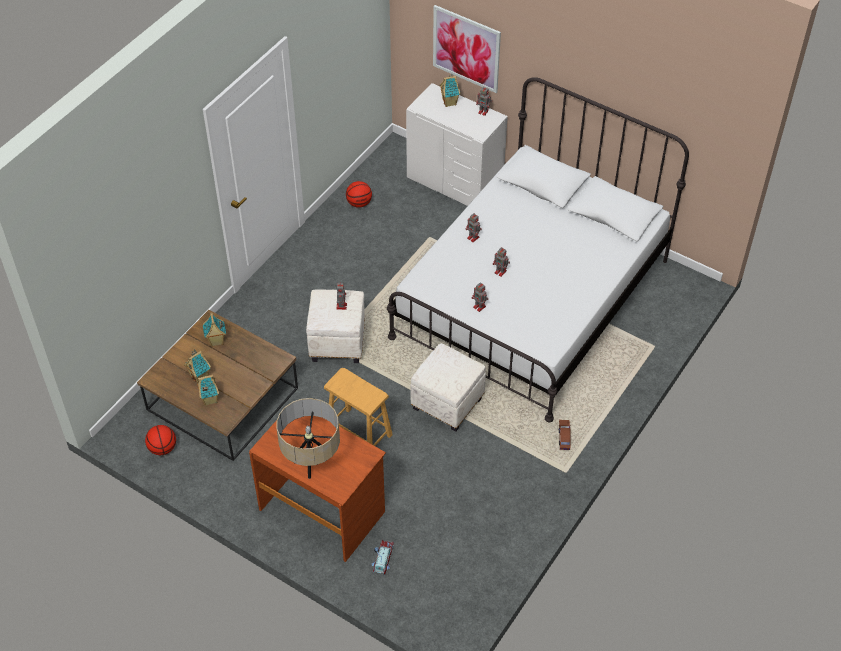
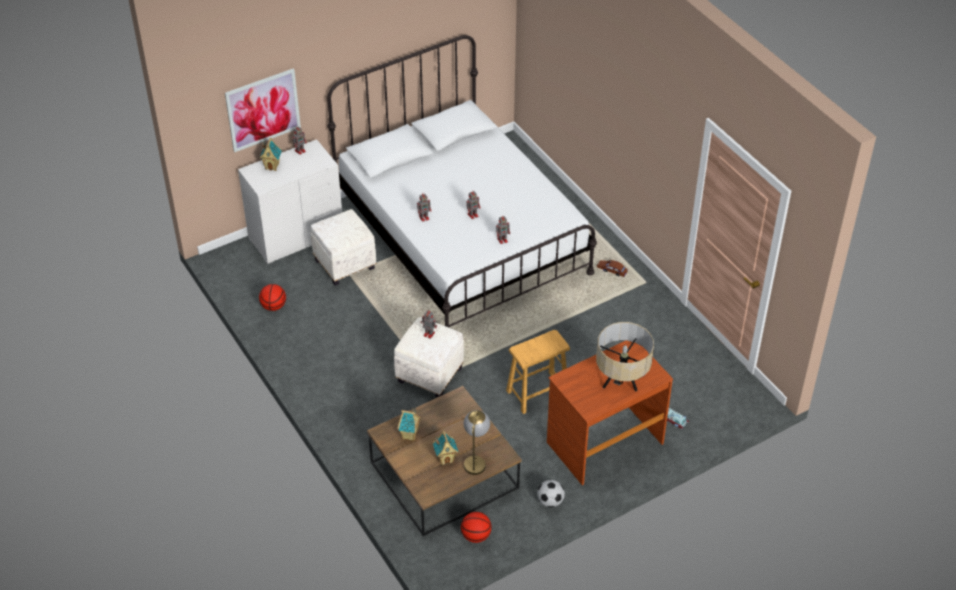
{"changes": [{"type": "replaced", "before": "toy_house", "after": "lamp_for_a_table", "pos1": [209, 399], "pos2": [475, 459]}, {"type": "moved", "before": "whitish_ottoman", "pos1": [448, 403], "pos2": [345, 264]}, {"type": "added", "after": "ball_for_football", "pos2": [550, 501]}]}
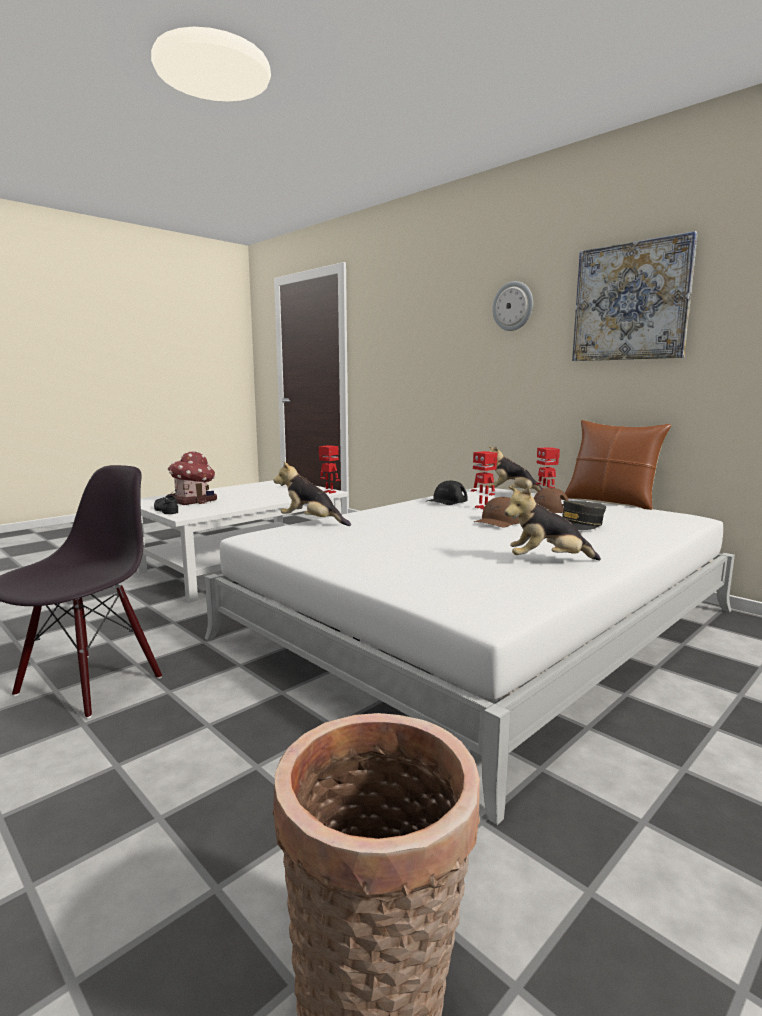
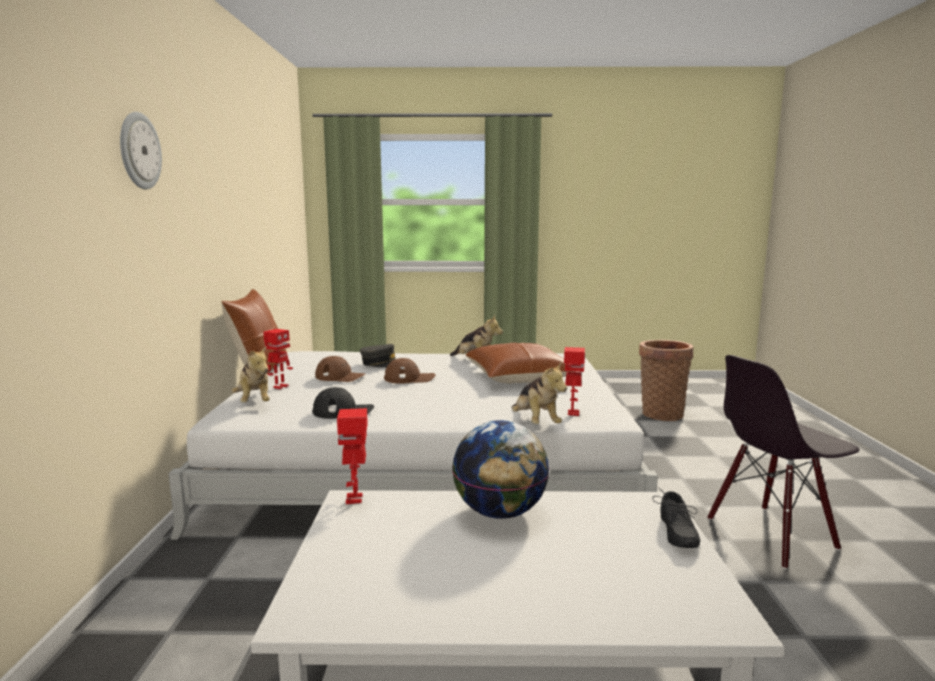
{"changes": [{"type": "removed", "before": "toy_house", "pos1": [193, 500]}, {"type": "moved", "before": "model_robot", "pos1": [483, 508], "pos2": [572, 413]}, {"type": "removed", "before": "picture", "pos1": [631, 302]}, {"type": "added", "after": "desk_globe", "pos2": [499, 513]}, {"type": "added", "after": "brownish_throw_pillow", "pos2": [517, 377]}]}
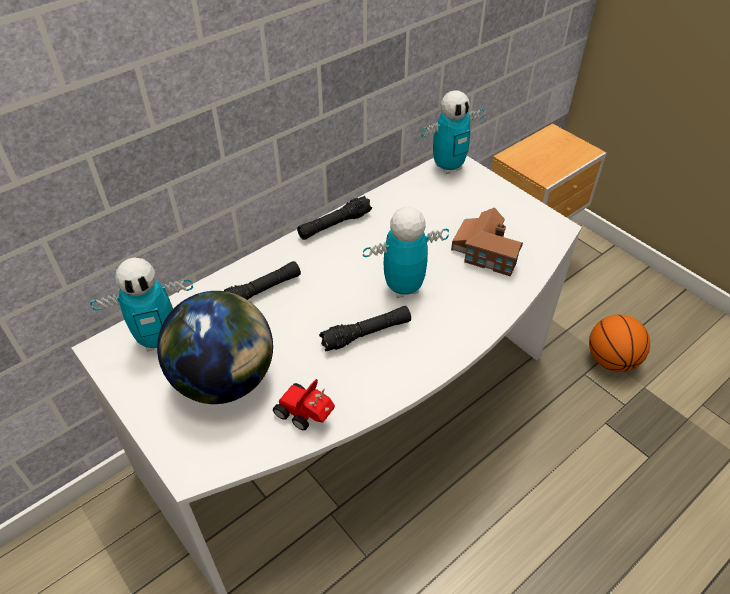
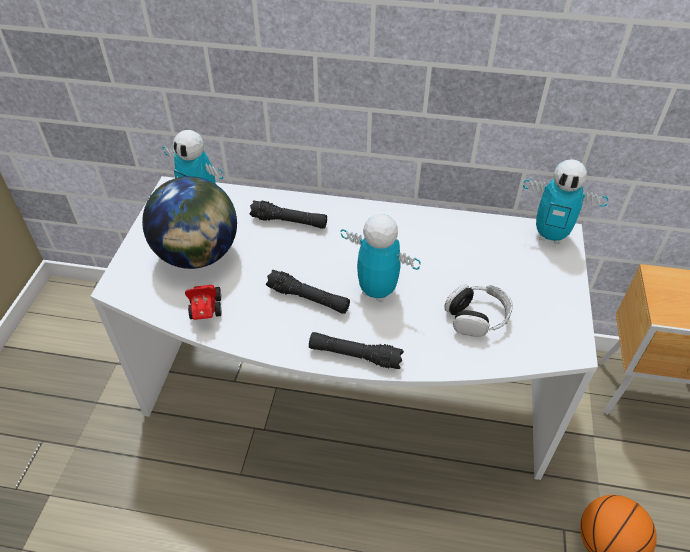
{"changes": [{"type": "moved", "before": "black-coloured_flashlight", "pos1": [334, 225], "pos2": [355, 355]}, {"type": "replaced", "before": "toy_house", "after": "headset", "pos1": [485, 252], "pos2": [477, 317]}]}
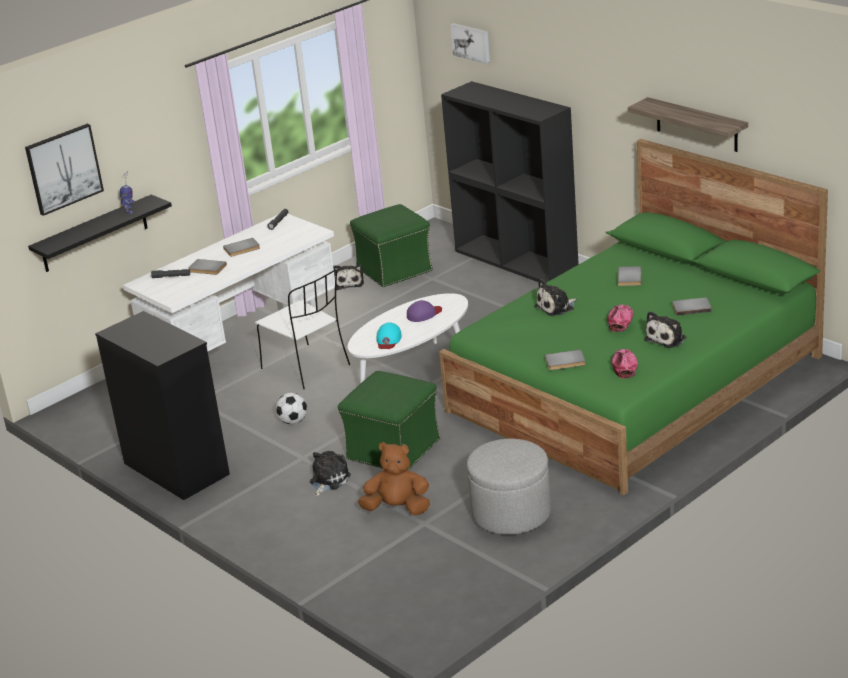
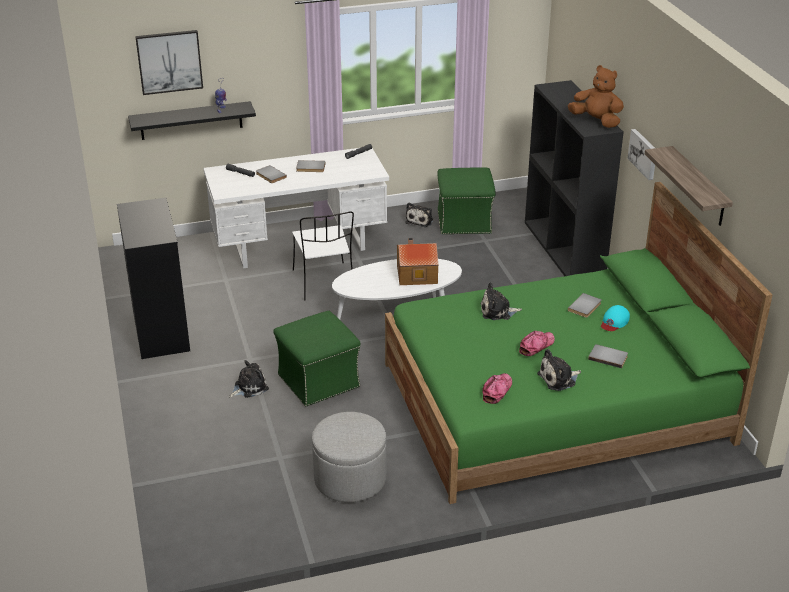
{"changes": [{"type": "removed", "before": "ball_for_football", "pos1": [293, 421]}, {"type": "moved", "before": "brownish_plush_toy", "pos1": [397, 508], "pos2": [596, 121]}, {"type": "moved", "before": "turquoise-coloured_baseball_cap", "pos1": [388, 340], "pos2": [614, 321]}, {"type": "replaced", "before": "purplish_baseball_cap", "after": "toy_house", "pos1": [424, 314], "pos2": [416, 273]}, {"type": "moved", "before": "picture", "pos1": [471, 42], "pos2": [644, 154]}, {"type": "removed", "before": "gray_book", "pos1": [565, 362]}]}
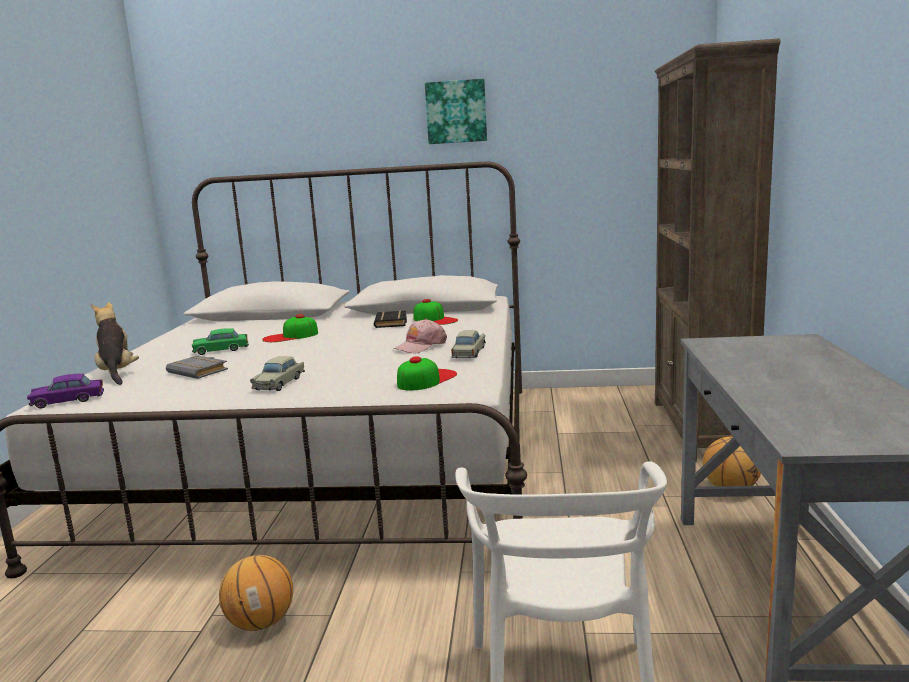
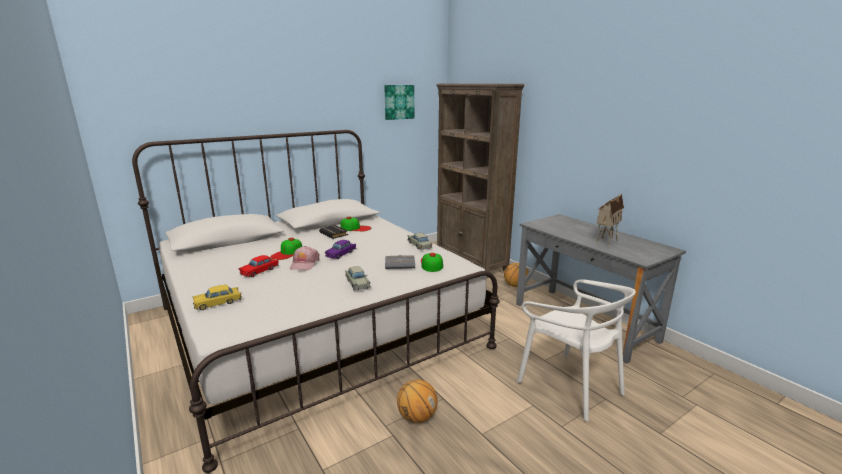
{"changes": [{"type": "moved", "before": "purplish_toy_car", "pos1": [68, 401], "pos2": [341, 254]}, {"type": "replaced", "before": "plush_toy", "after": "yellow_toy_car", "pos1": [117, 373], "pos2": [218, 303]}, {"type": "moved", "before": "gray_book", "pos1": [200, 371], "pos2": [400, 264]}, {"type": "recoloured", "before": "green-coloured_toy_car", "after": "red_toy_car", "pos1": [221, 350], "pos2": [260, 271]}, {"type": "moved", "before": "pinkish_baseball_cap", "pos1": [420, 346], "pos2": [304, 264]}, {"type": "moved", "before": "picture", "pos1": [456, 112], "pos2": [398, 102]}, {"type": "added", "after": "toy_house", "pos2": [605, 241]}]}
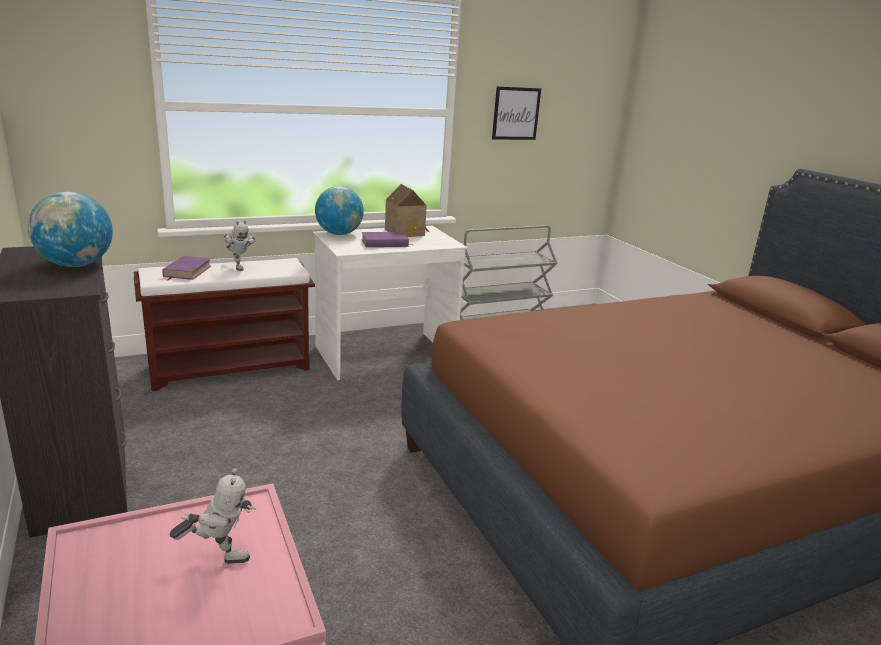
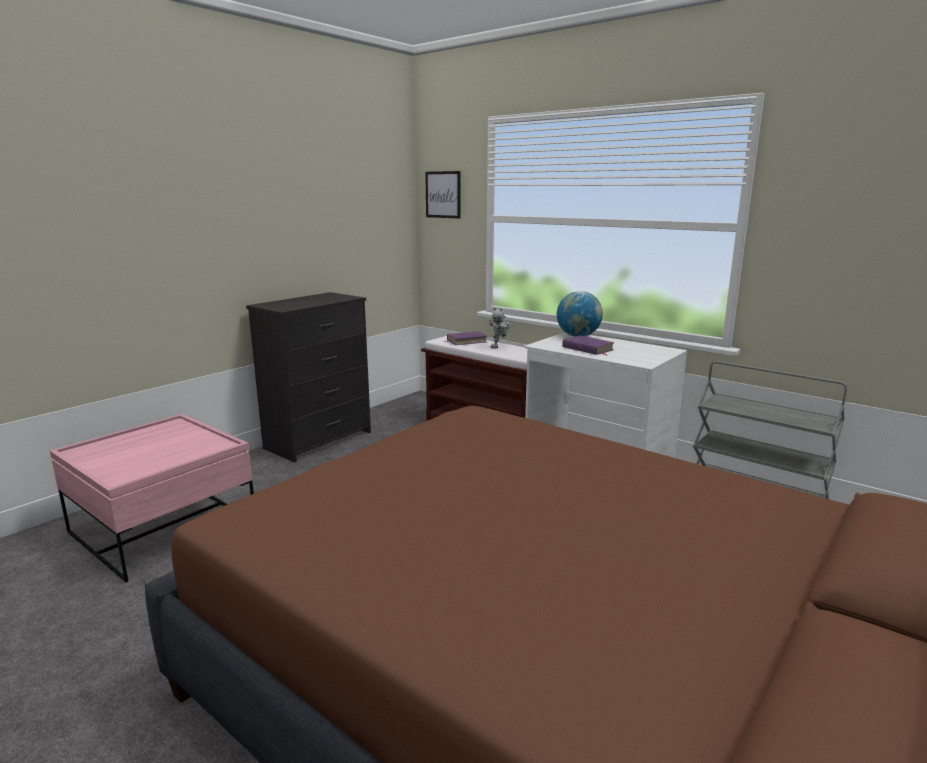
{"changes": [{"type": "removed", "before": "desk_globe", "pos1": [76, 265]}, {"type": "removed", "before": "model_robot", "pos1": [219, 556]}, {"type": "removed", "before": "toy_house", "pos1": [406, 232]}, {"type": "moved", "before": "picture", "pos1": [516, 113], "pos2": [443, 194]}]}
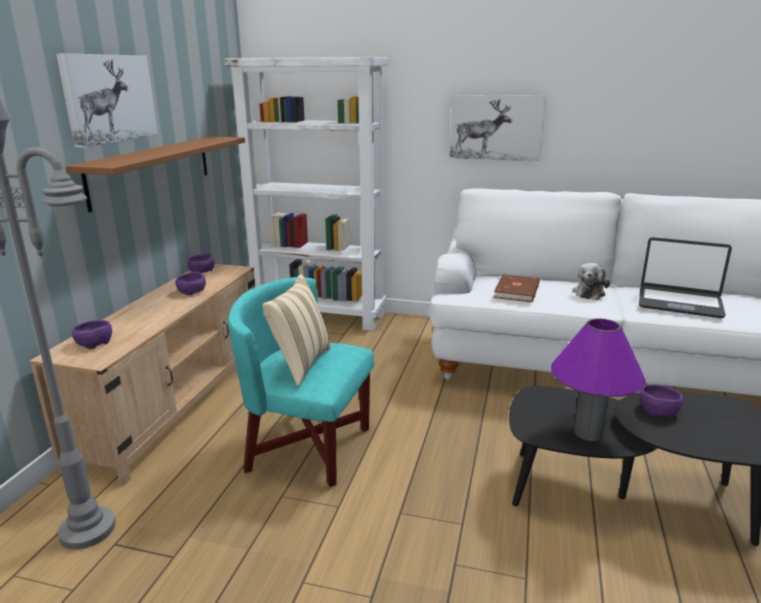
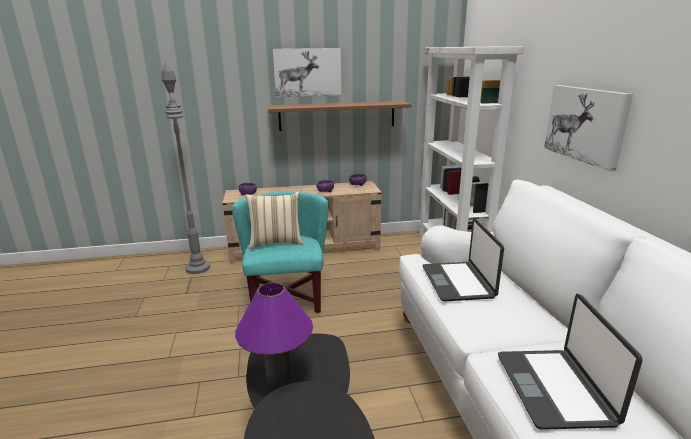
{"changes": [{"type": "replaced", "before": "brownish_book", "after": "portable_computer", "pos1": [518, 291], "pos2": [458, 282]}, {"type": "removed", "before": "plush_toy", "pos1": [589, 292]}, {"type": "removed", "before": "purplish_serving_bowl", "pos1": [657, 410]}]}
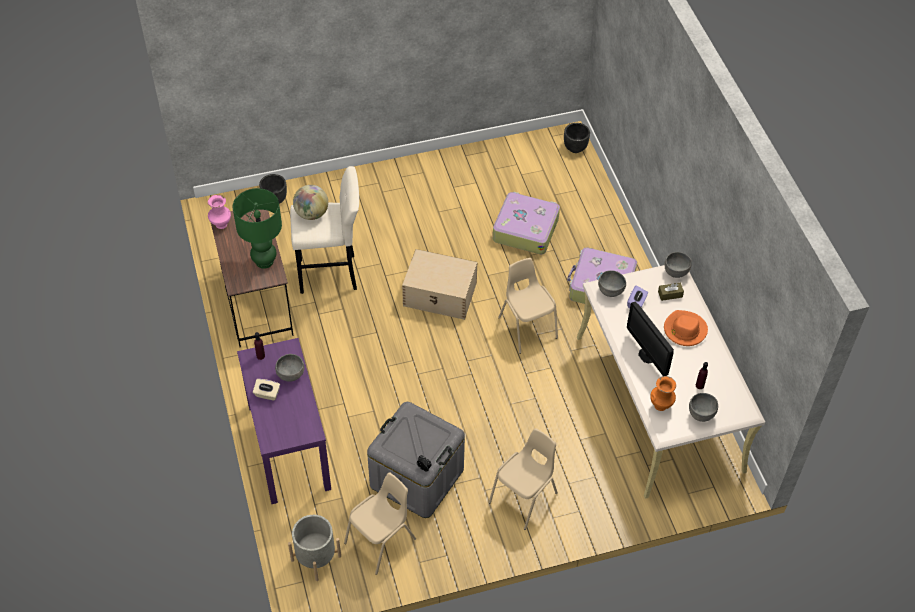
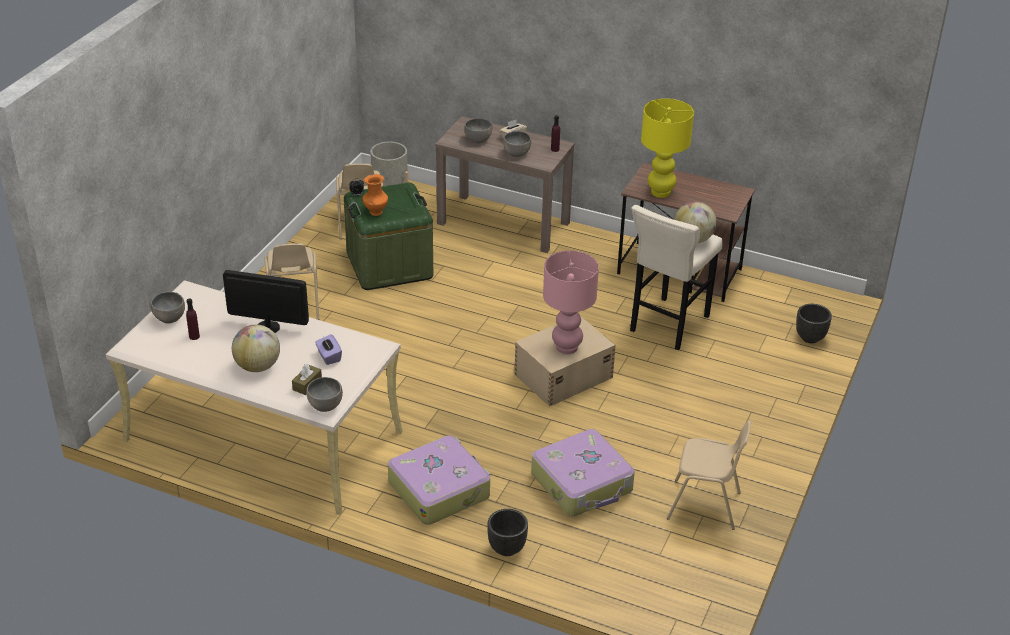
{"changes": [{"type": "removed", "before": "pinkish_decorative_vase", "pos1": [220, 225]}, {"type": "recoloured", "before": "green-coloured_lamp_for_a_table", "after": "yellow_lamp_for_a_table", "pos1": [265, 261], "pos2": [660, 192]}, {"type": "recoloured", "before": "purplish_narrow_table", "after": "brownish_narrow_table", "pos1": [288, 446], "pos2": [504, 223]}, {"type": "recoloured", "before": "gray_storage_box", "after": "green-coloured_storage_box", "pos1": [416, 477], "pos2": [389, 265]}, {"type": "moved", "before": "sand-coloured_plain_chair", "pos1": [527, 327], "pos2": [705, 506]}, {"type": "moved", "before": "black-coloured_plant_pot", "pos1": [575, 148], "pos2": [507, 548]}, {"type": "moved", "before": "gray_serving_bowl", "pos1": [610, 291], "pos2": [478, 140]}, {"type": "moved", "before": "orange_decorative_vase", "pos1": [661, 405], "pos2": [375, 212]}, {"type": "replaced", "before": "orange_wearable_hat", "after": "desk_globe", "pos1": [684, 330], "pos2": [257, 366]}, {"type": "added", "after": "pinkish_lamp_for_a_table", "pos2": [567, 347]}]}
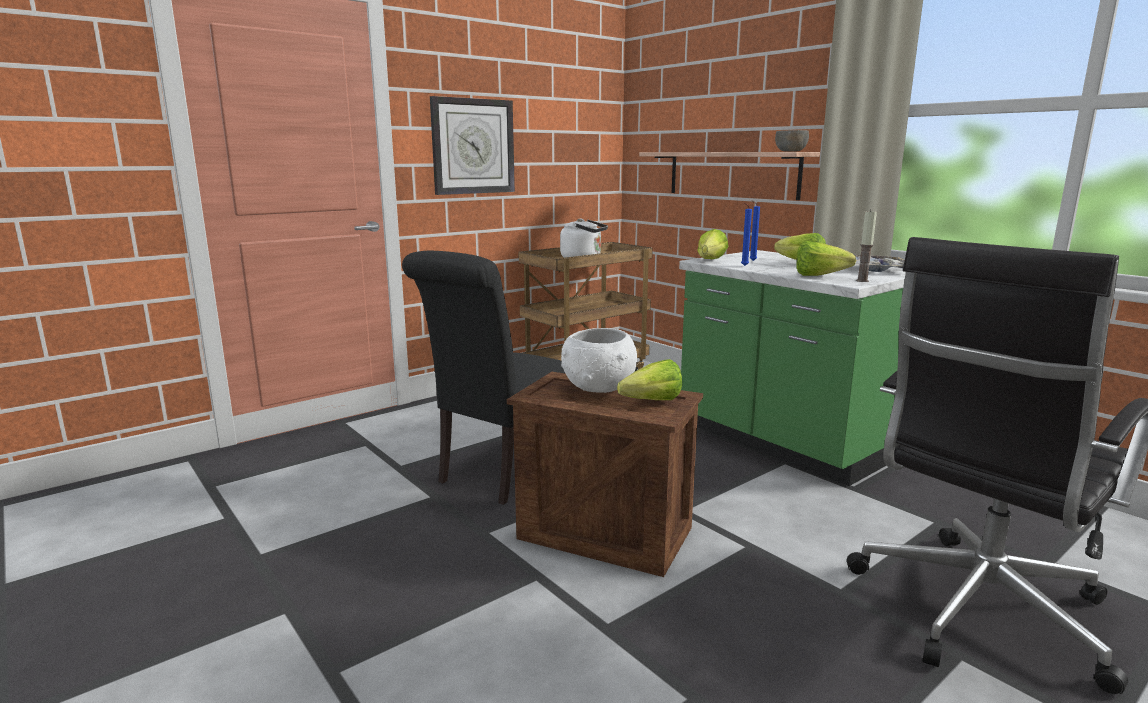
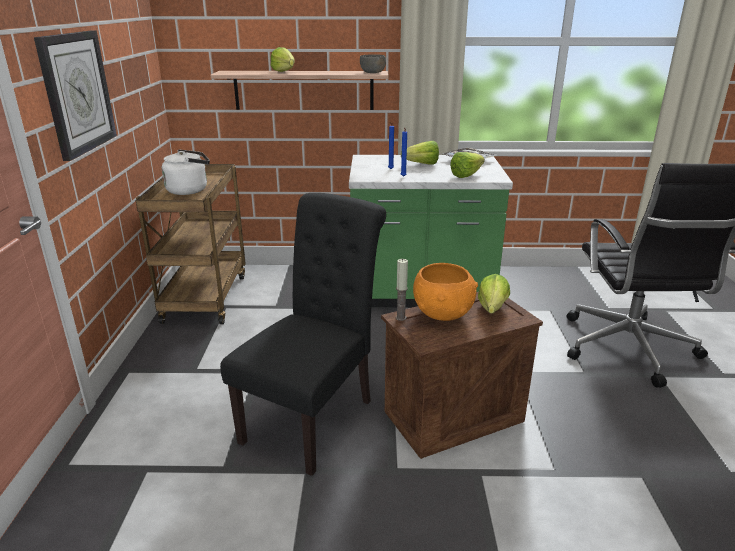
{"changes": [{"type": "turned", "before": "black-coloured_plain_chair", "pos1": [504, 472], "pos2": [314, 416], "turn": -135}, {"type": "recoloured", "before": "whitish_serving_bowl", "after": "orange_serving_bowl", "pos1": [599, 388], "pos2": [444, 314]}, {"type": "moved", "before": "lettuce_head", "pos1": [708, 261], "pos2": [285, 73]}, {"type": "moved", "before": "wax_candle", "pos1": [862, 281], "pos2": [401, 318]}]}
